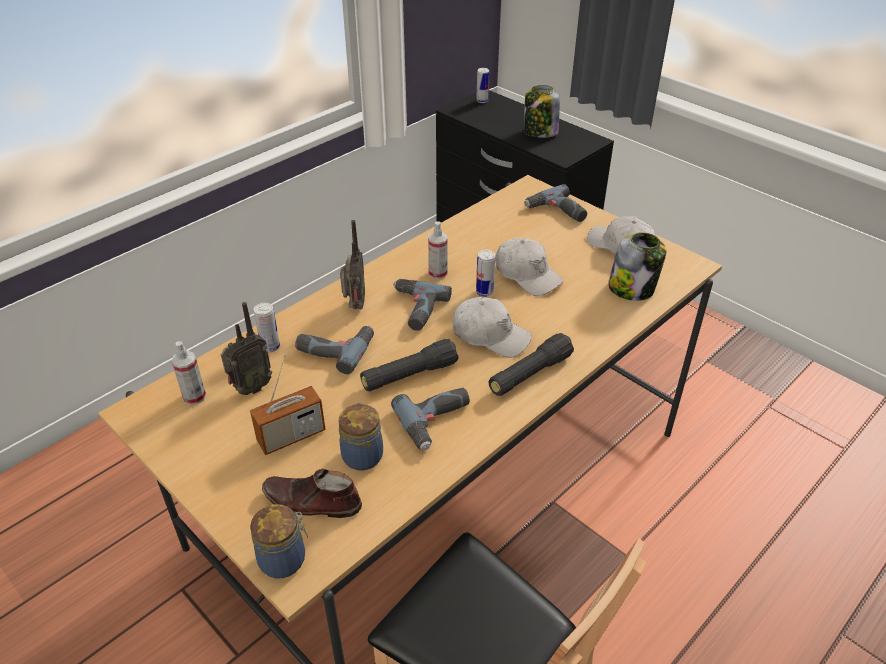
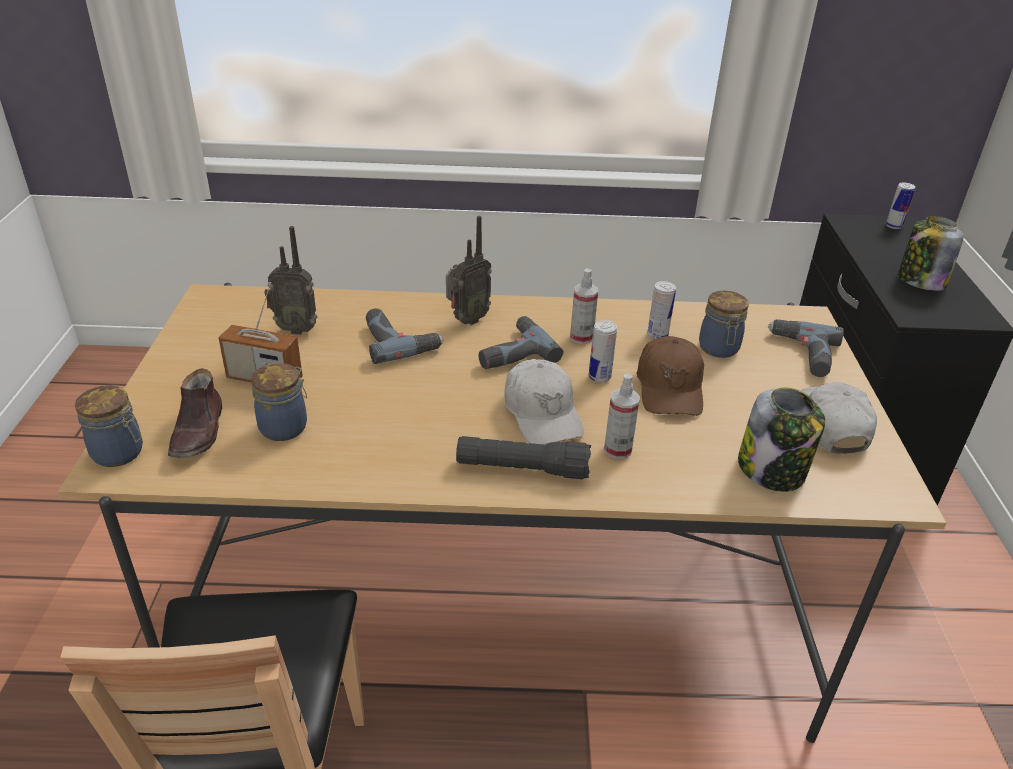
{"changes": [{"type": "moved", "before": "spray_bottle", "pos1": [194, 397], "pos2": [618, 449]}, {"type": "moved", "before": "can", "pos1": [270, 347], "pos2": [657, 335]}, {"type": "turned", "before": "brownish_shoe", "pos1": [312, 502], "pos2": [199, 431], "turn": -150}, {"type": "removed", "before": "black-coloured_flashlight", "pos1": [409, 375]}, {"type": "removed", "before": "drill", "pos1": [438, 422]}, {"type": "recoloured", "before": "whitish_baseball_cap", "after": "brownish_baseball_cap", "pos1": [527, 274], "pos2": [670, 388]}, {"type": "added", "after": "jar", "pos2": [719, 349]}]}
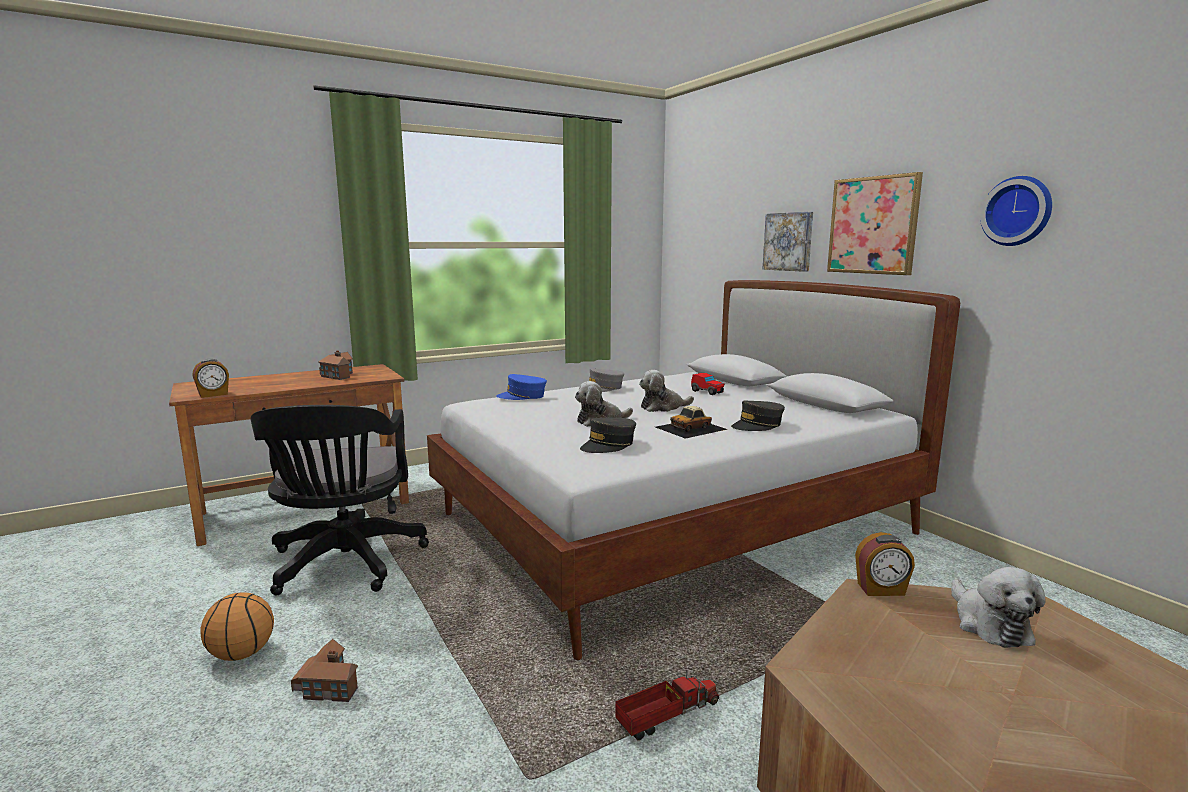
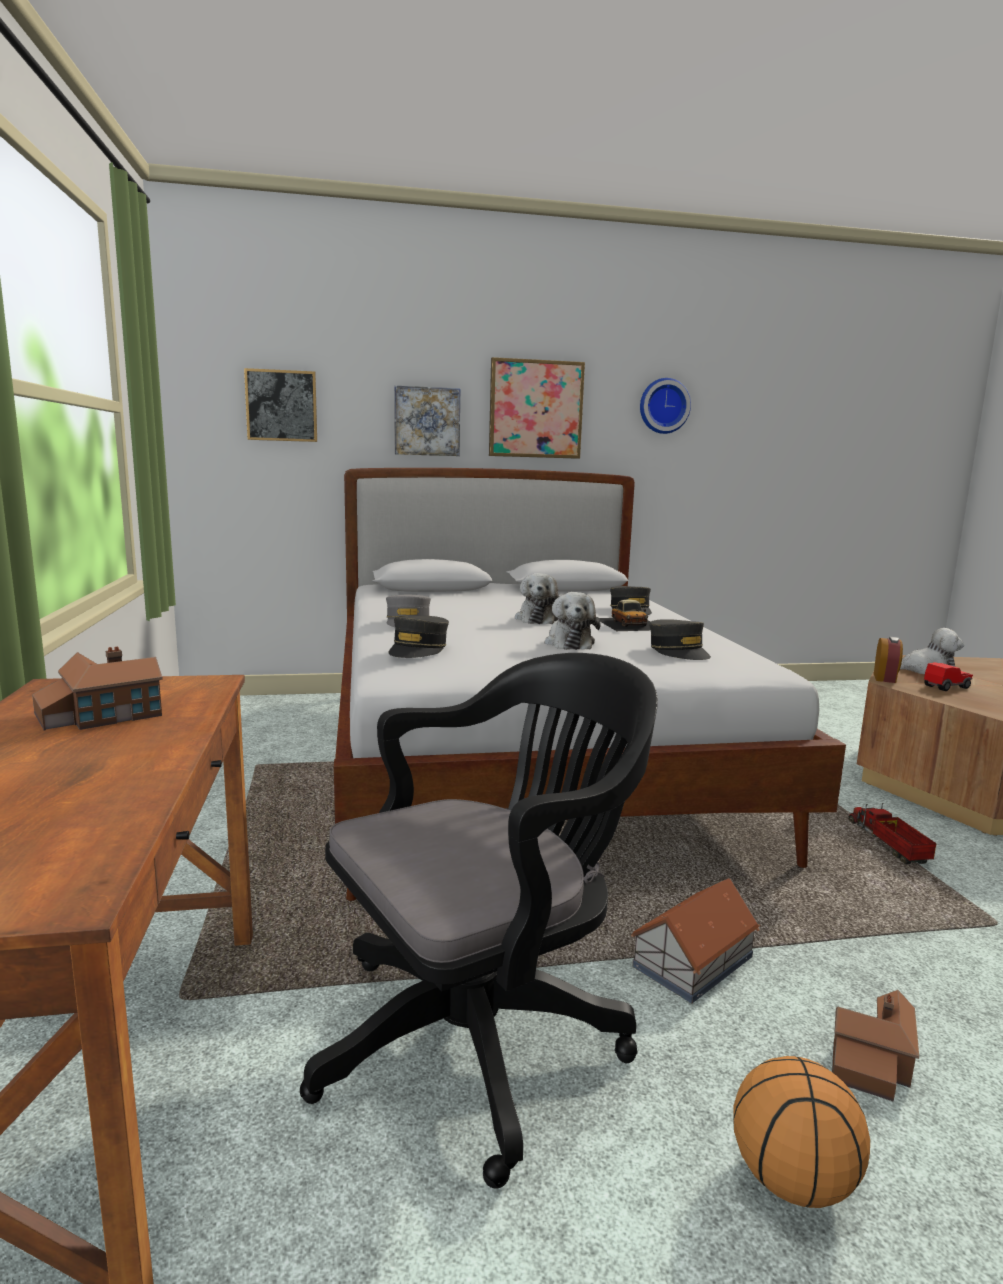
{"changes": [{"type": "removed", "before": "bedside_clock", "pos1": [213, 395]}, {"type": "turned", "before": "black-coloured_desk_chair", "pos1": [345, 565], "pos2": [483, 1034], "turn": -45}, {"type": "recoloured", "before": "bluish_baseball_cap", "after": "gray_baseball_cap", "pos1": [522, 396], "pos2": [418, 649]}, {"type": "moved", "before": "toy_car", "pos1": [707, 392], "pos2": [946, 687]}, {"type": "added", "after": "picture", "pos2": [281, 405]}, {"type": "added", "after": "toy_house", "pos2": [691, 961]}]}
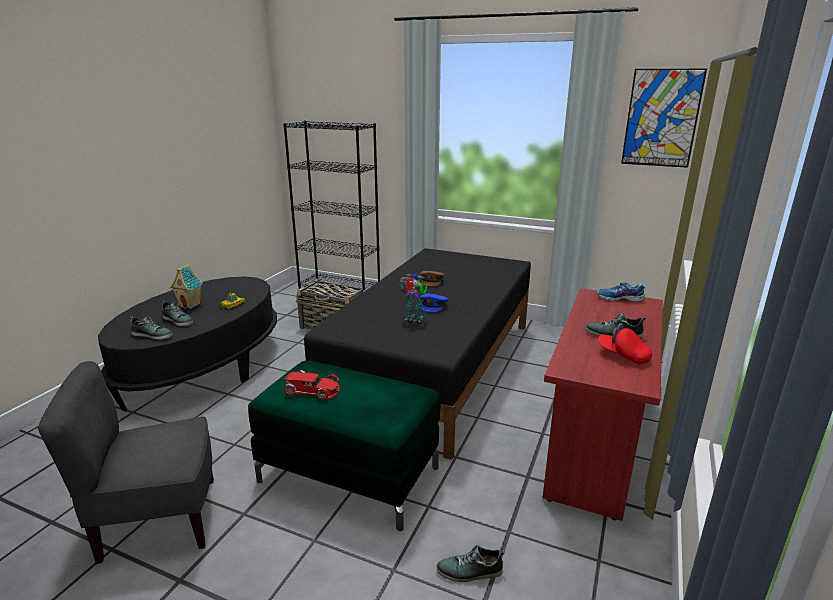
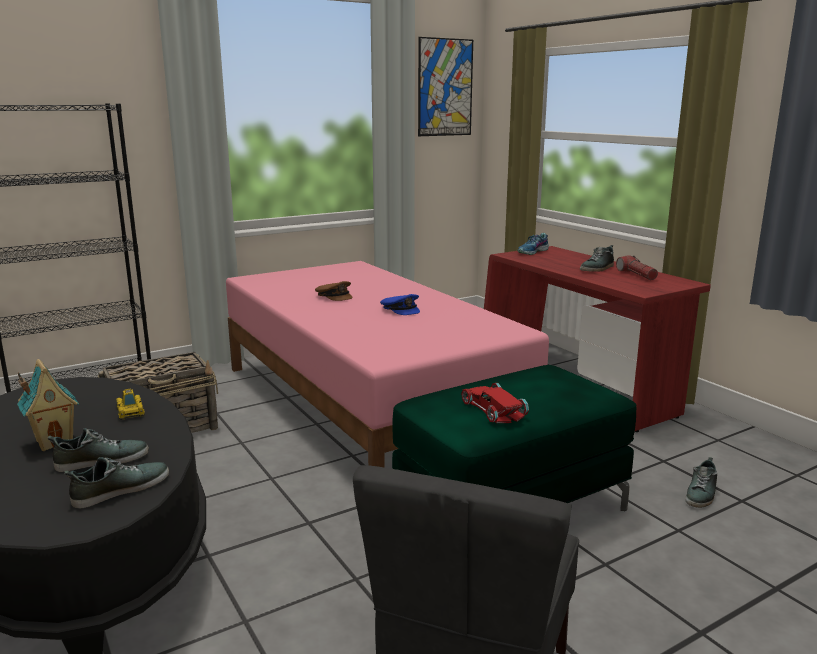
{"changes": [{"type": "turned", "before": "red_toy_car", "pos1": [312, 390], "pos2": [494, 408], "turn": -75}, {"type": "recoloured", "before": "black-coloured_bedroom_bed", "after": "pinkish_bedroom_bed", "pos1": [436, 367], "pos2": [367, 404]}, {"type": "removed", "before": "model_robot", "pos1": [414, 319]}, {"type": "replaced", "before": "red_baseball_cap", "after": "flashlight", "pos1": [623, 355], "pos2": [636, 275]}]}
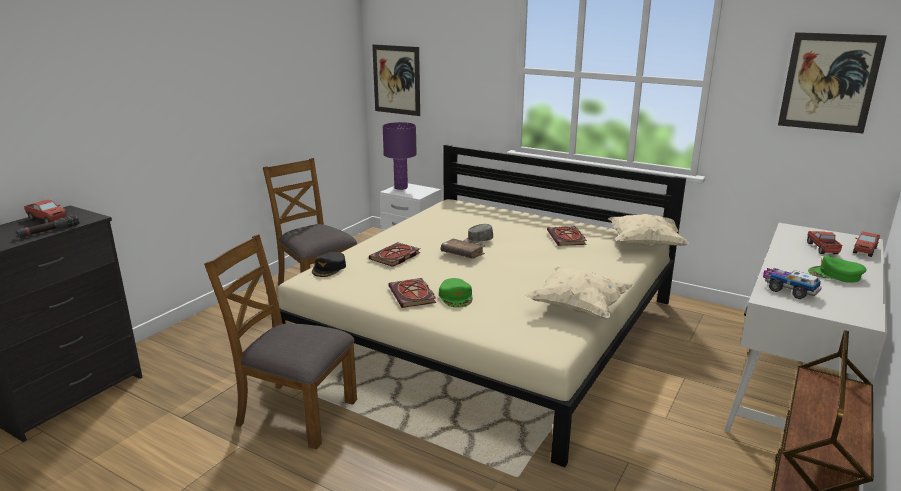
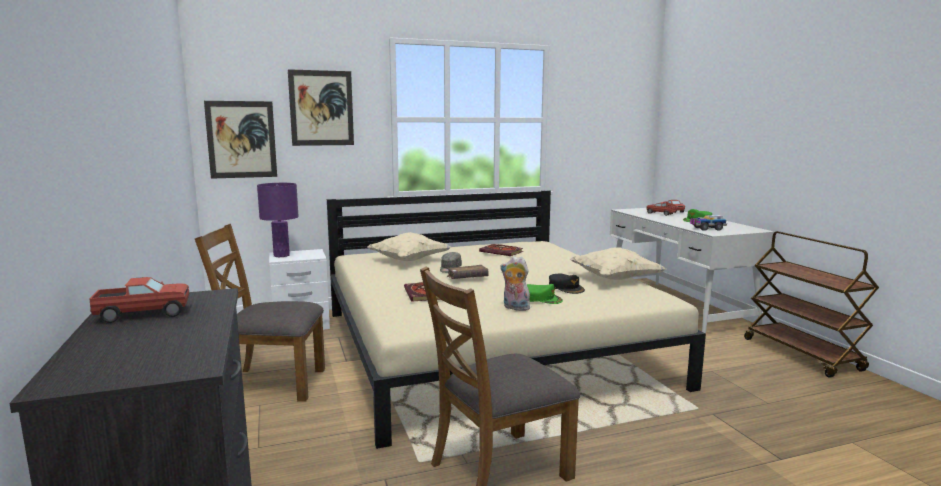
{"changes": [{"type": "removed", "before": "black-coloured_flashlight", "pos1": [49, 231]}, {"type": "moved", "before": "black-coloured_baseball_cap", "pos1": [329, 268], "pos2": [566, 288]}, {"type": "replaced", "before": "book", "after": "plush_toy", "pos1": [413, 295], "pos2": [514, 308]}, {"type": "moved", "before": "sand-coloured_throw_pillow", "pos1": [644, 245], "pos2": [409, 261]}, {"type": "moved", "before": "picture", "pos1": [829, 82], "pos2": [321, 108]}]}
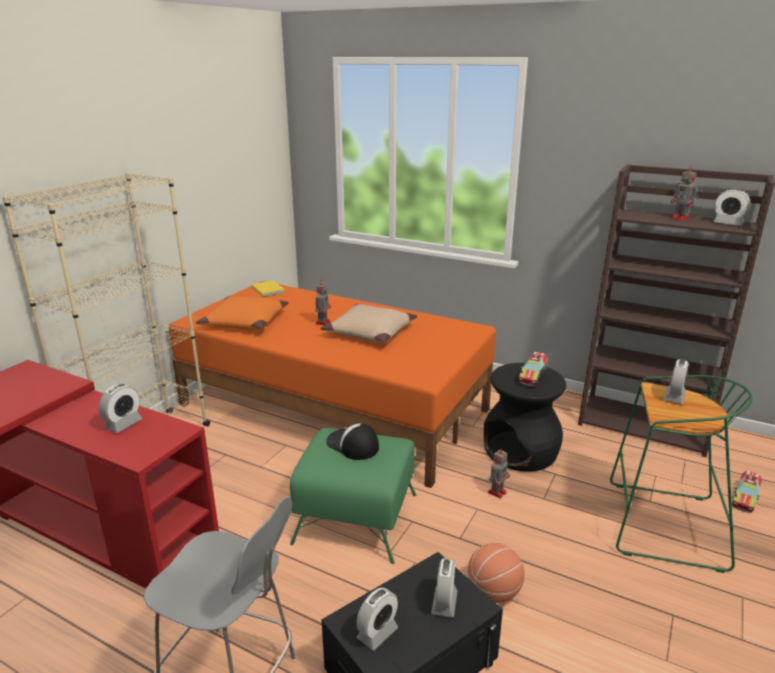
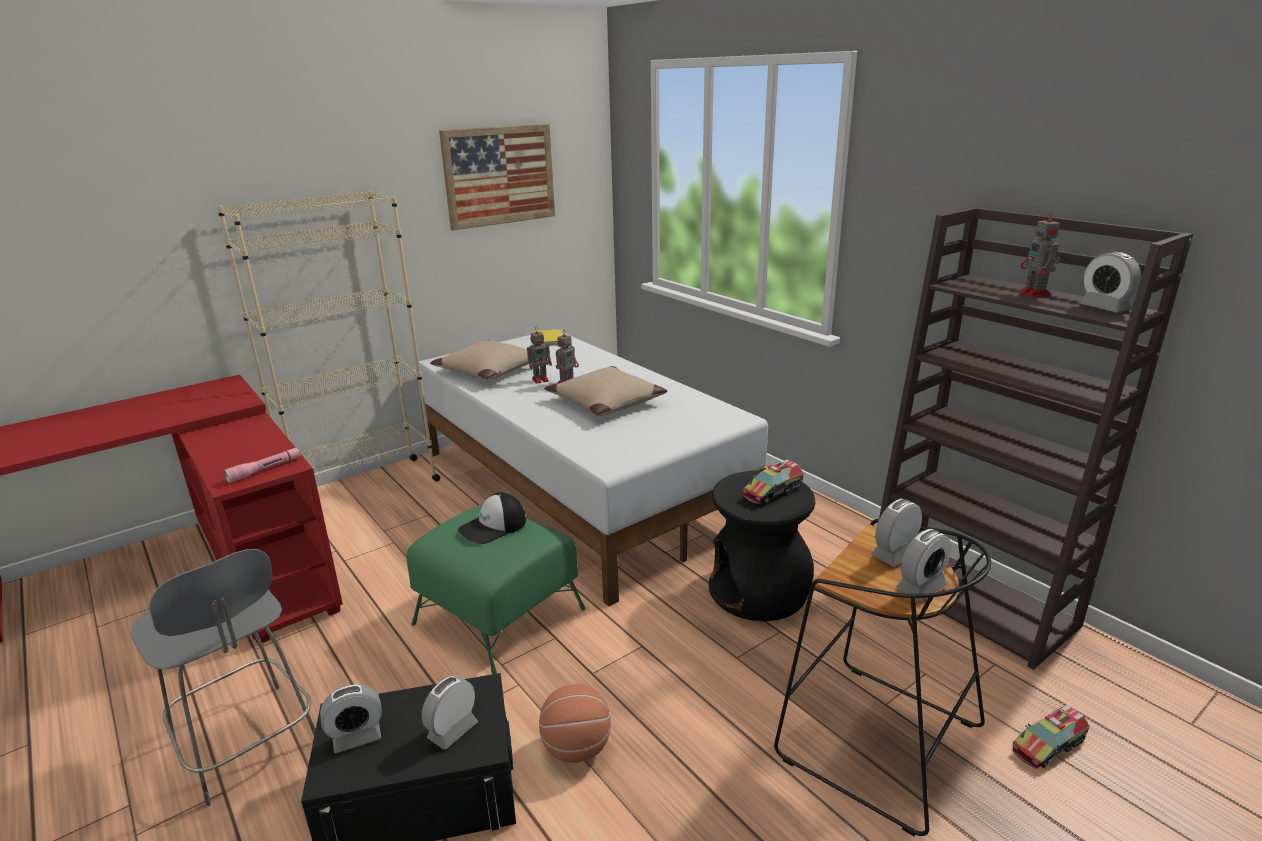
{"changes": [{"type": "moved", "before": "bedside_clock", "pos1": [124, 424], "pos2": [921, 587]}, {"type": "recoloured", "before": "orange_bedroom_bed", "after": "whitish_bedroom_bed", "pos1": [333, 406], "pos2": [579, 487]}, {"type": "recoloured", "before": "orange_throw_pillow", "after": "sand-coloured_throw_pillow", "pos1": [244, 322], "pos2": [488, 370]}, {"type": "turned", "before": "baseball_cap", "pos1": [352, 445], "pos2": [493, 527], "turn": -105}, {"type": "moved", "before": "model_robot", "pos1": [497, 492], "pos2": [541, 379]}, {"type": "recoloured", "before": "green-coloured_stool_seat", "after": "black-coloured_stool_seat", "pos1": [662, 525], "pos2": [874, 741]}, {"type": "added", "after": "pinkish_flashlight", "pos2": [265, 470]}, {"type": "added", "after": "picture", "pos2": [500, 175]}]}
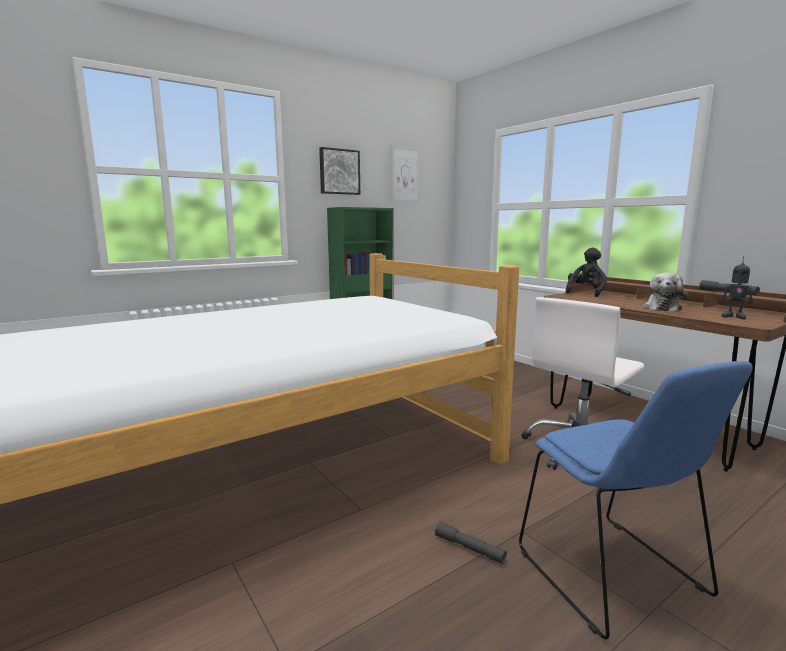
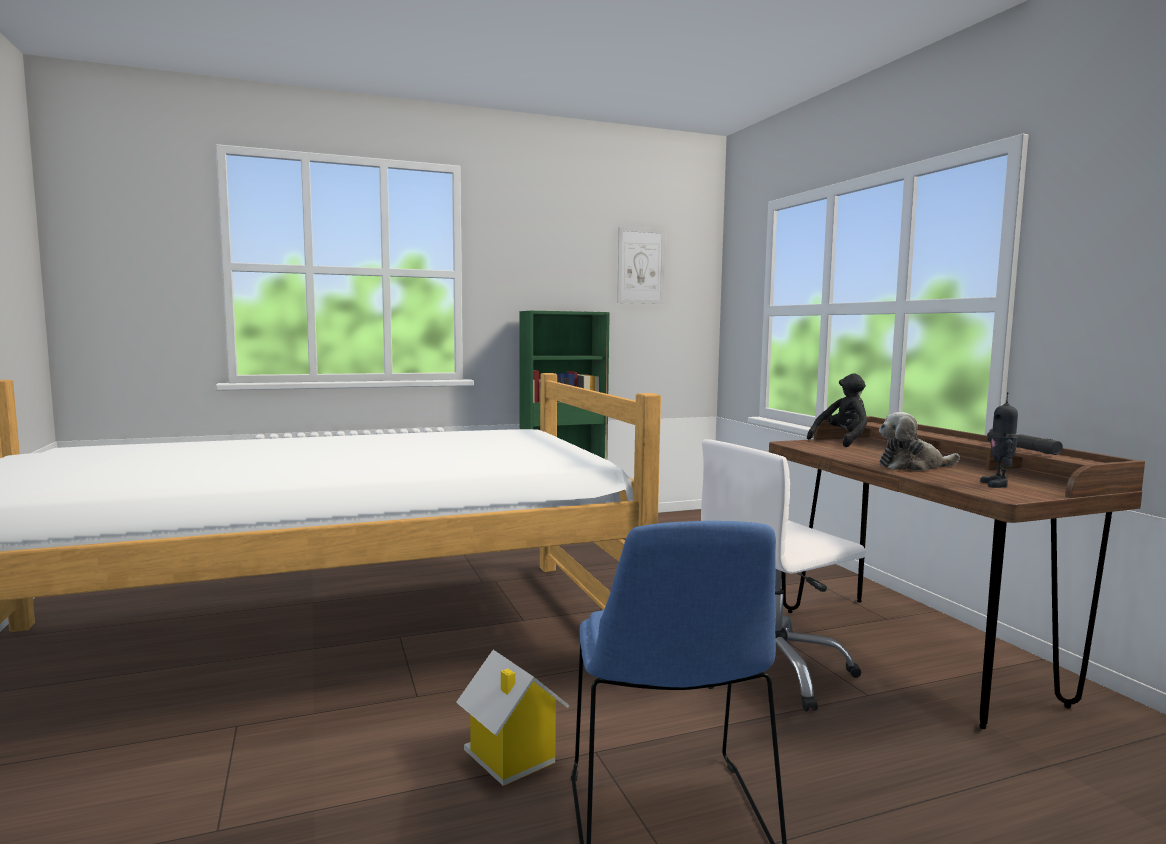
{"changes": [{"type": "removed", "before": "picture", "pos1": [339, 172]}, {"type": "replaced", "before": "gray_flashlight", "after": "toy_house", "pos1": [469, 548], "pos2": [510, 758]}, {"type": "turned", "before": "plush_toy", "pos1": [662, 308], "pos2": [912, 466], "turn": 45}, {"type": "turned", "before": "model_robot", "pos1": [734, 317], "pos2": [998, 485], "turn": 45}]}
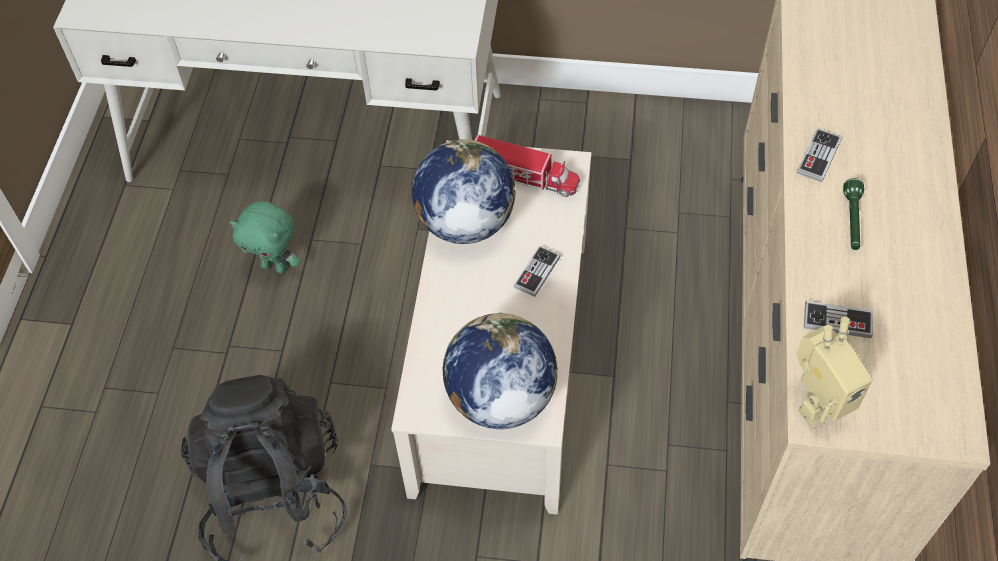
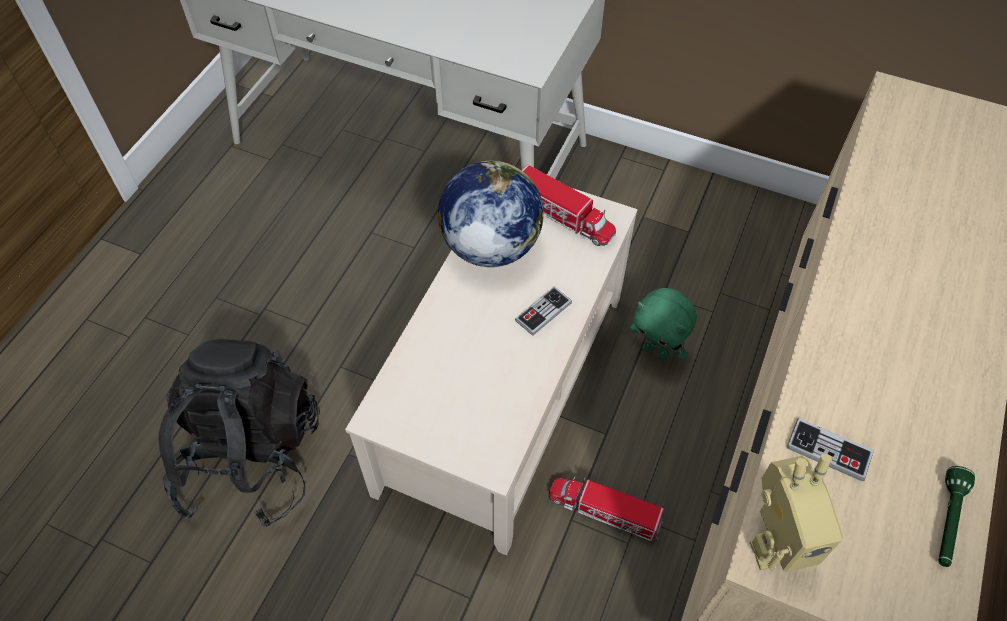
{"changes": [{"type": "moved", "before": "green-coloured_plush_toy", "pos1": [275, 266], "pos2": [656, 351]}, {"type": "removed", "before": "desk_globe", "pos1": [500, 398]}, {"type": "removed", "before": "joypad", "pos1": [819, 156]}, {"type": "moved", "before": "green-coloured_flashlight", "pos1": [852, 221], "pos2": [947, 522]}, {"type": "added", "after": "toy_truck", "pos2": [604, 511]}]}
